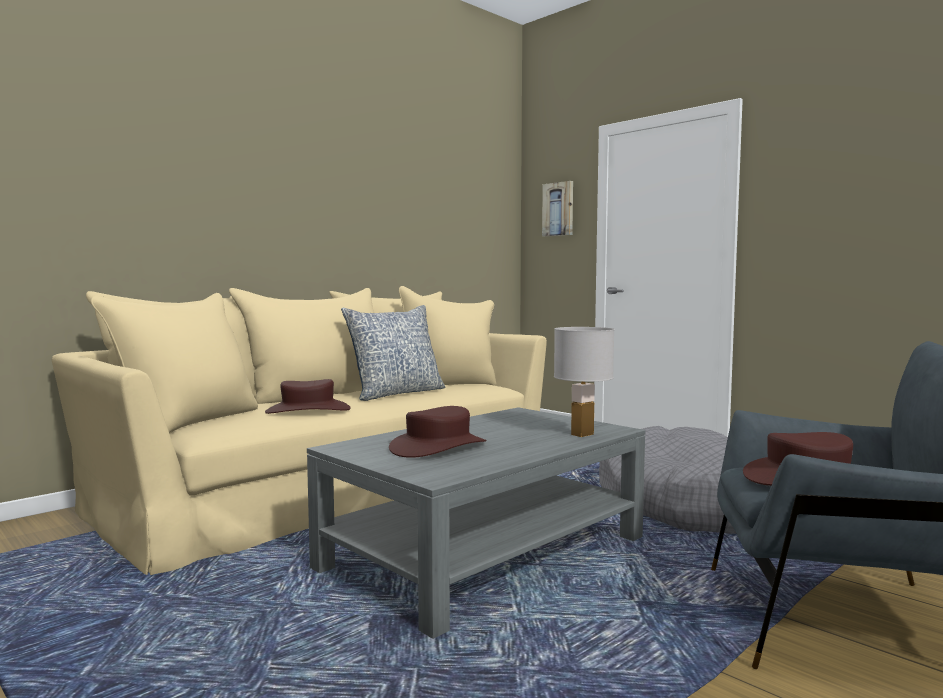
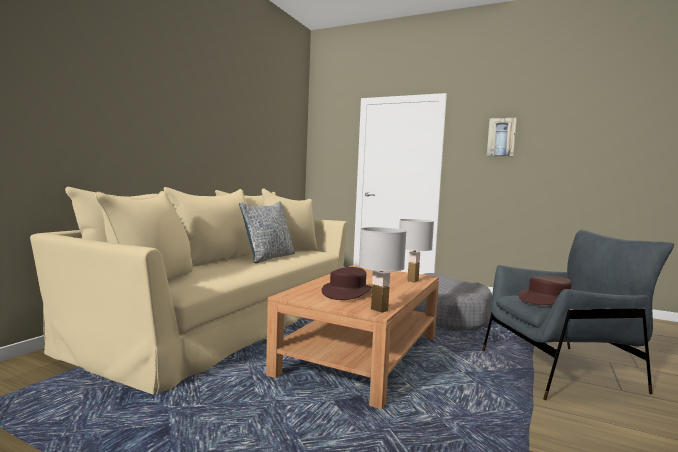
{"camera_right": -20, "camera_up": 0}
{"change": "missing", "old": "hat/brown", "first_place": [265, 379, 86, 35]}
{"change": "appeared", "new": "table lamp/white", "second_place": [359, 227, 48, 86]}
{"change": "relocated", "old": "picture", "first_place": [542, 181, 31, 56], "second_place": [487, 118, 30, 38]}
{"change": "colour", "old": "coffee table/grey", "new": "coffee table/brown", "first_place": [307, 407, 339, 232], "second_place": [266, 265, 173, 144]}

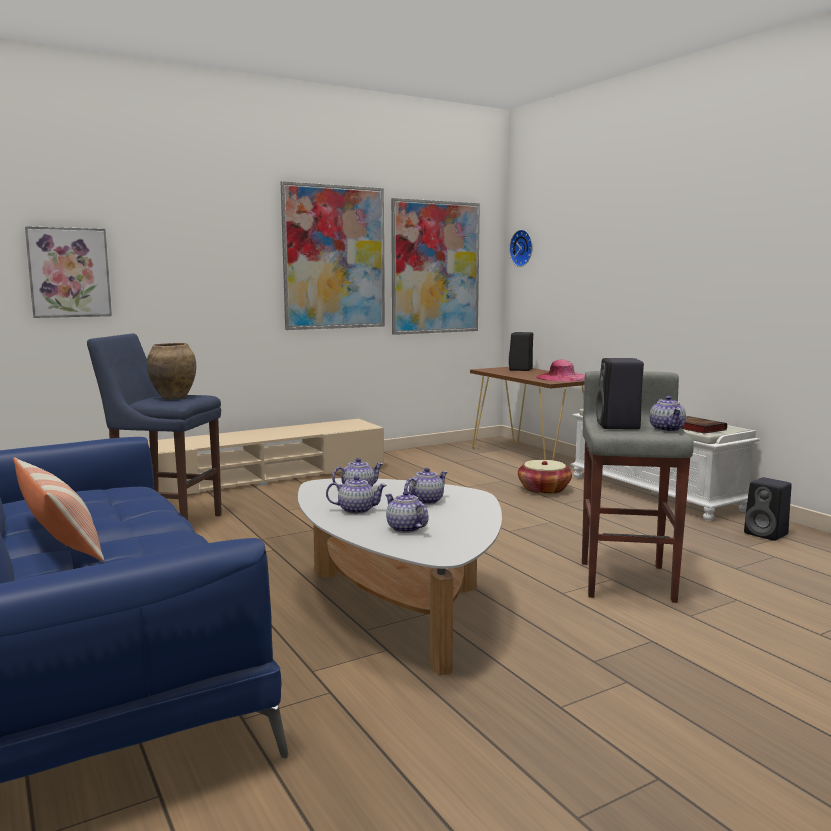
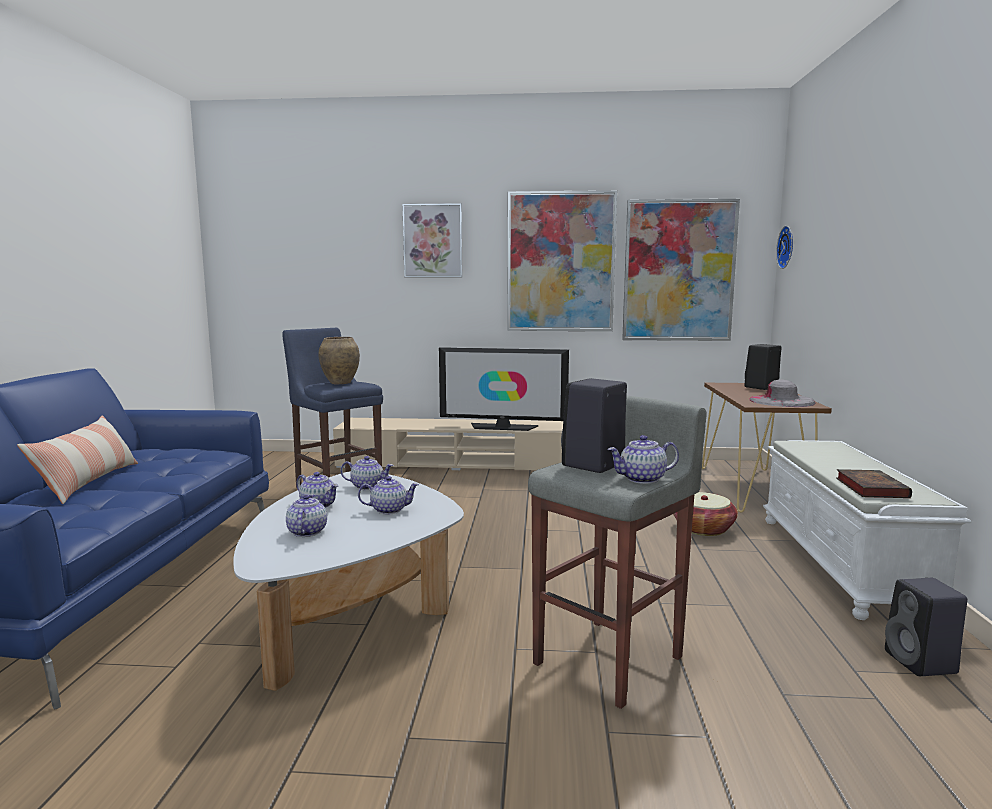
{"camera_right": 35, "camera_up": 0}
{"change": "appeared", "new": "television", "second_place": [439, 347, 130, 84]}
{"change": "relocated", "old": "picture", "first_place": [25, 226, 87, 92], "second_place": [402, 203, 60, 74]}
{"change": "colour", "old": "hat/pink", "new": "hat/grey", "first_place": [536, 359, 49, 22], "second_place": [749, 379, 66, 28]}
{"change": "spun", "old": "teapot", "first_place": [650, 396, 36, 36], "second_place": [608, 435, 71, 49], "degrees": 45}

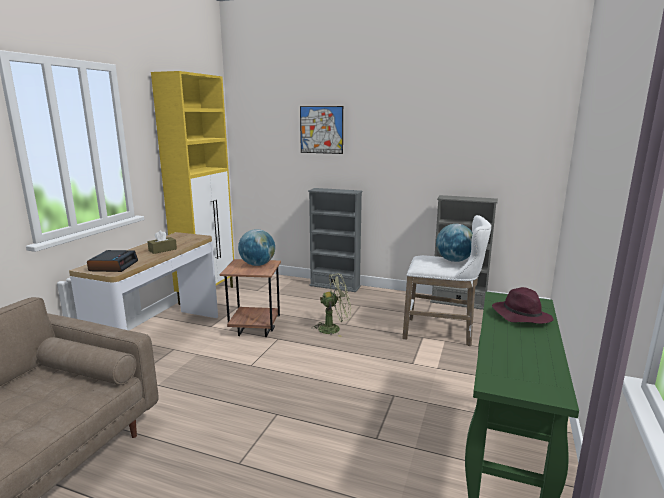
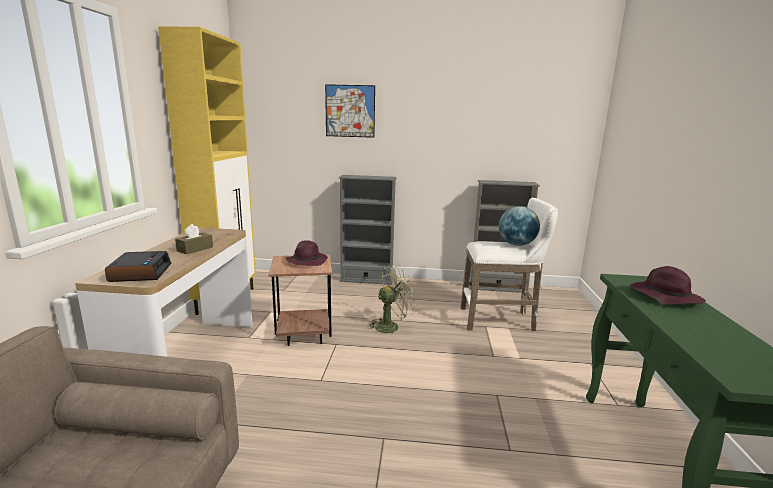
{"camera_right": -15, "camera_up": 0}
{"change": "exchanged", "old": "globe", "new": "hat/purple", "first_place": [238, 229, 37, 37], "second_place": [286, 240, 42, 26]}

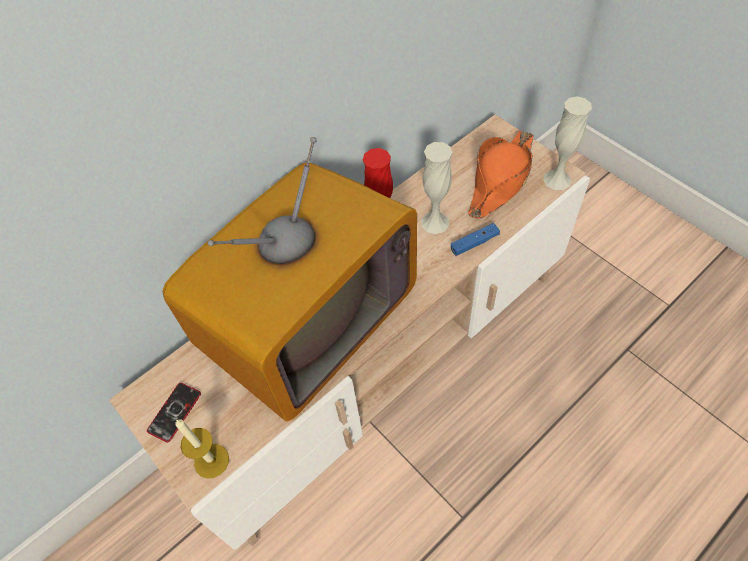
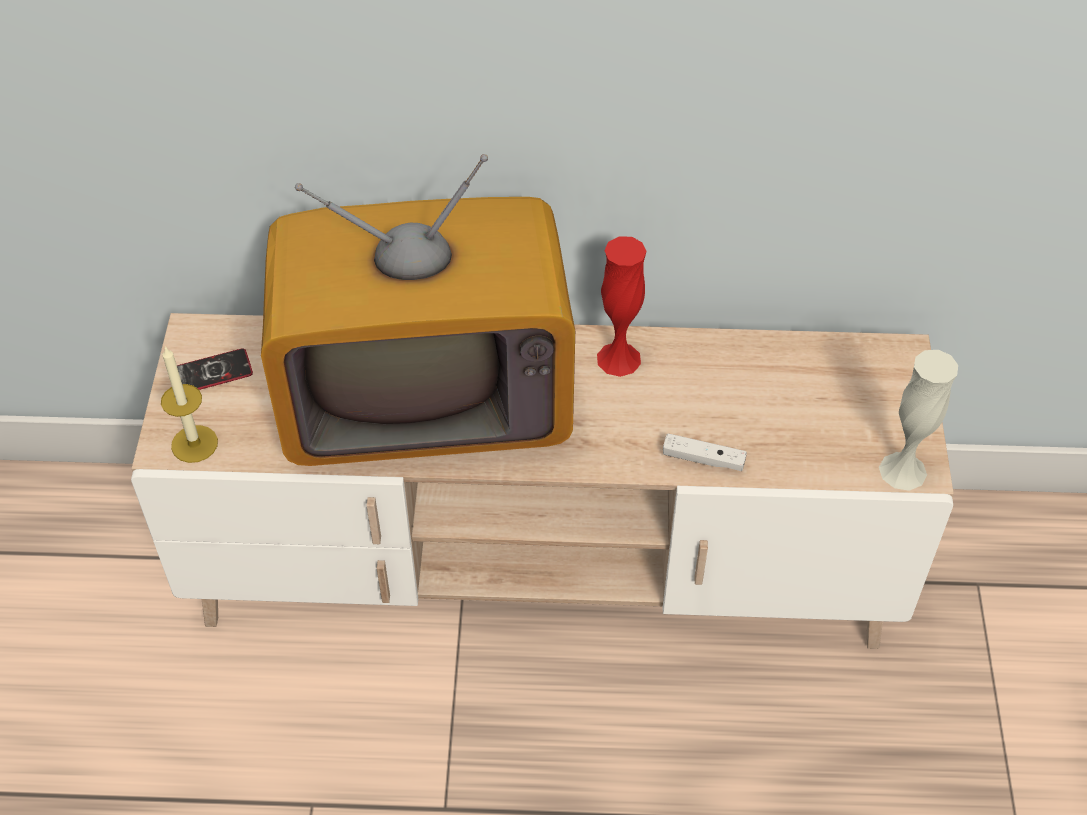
{"camera_right": 40, "camera_up": -5}
{"change": "missing", "old": "vase/white", "first_place": [421, 142, 32, 92]}
{"change": "missing", "old": "hat/orange", "first_place": [468, 131, 66, 88]}
{"change": "colour", "old": "game controller/blue", "new": "game controller/white", "first_place": [451, 223, 49, 33], "second_place": [663, 433, 84, 38]}

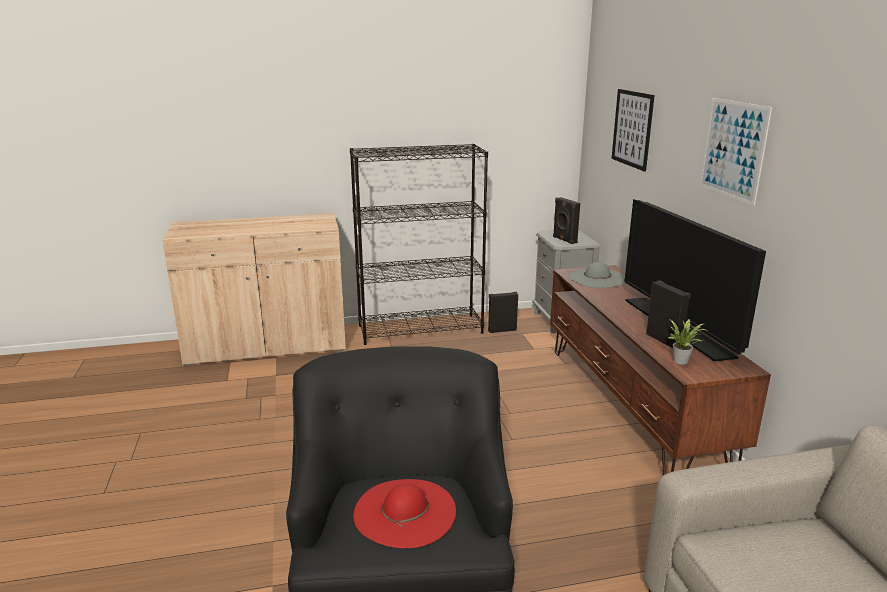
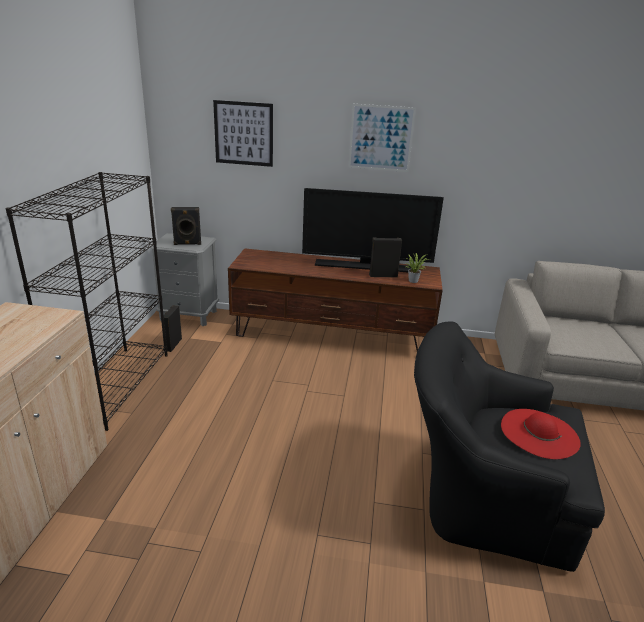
{"camera_right": -70, "camera_up": 5}
{"change": "missing", "old": "hat/grey", "first_place": [568, 262, 57, 26]}

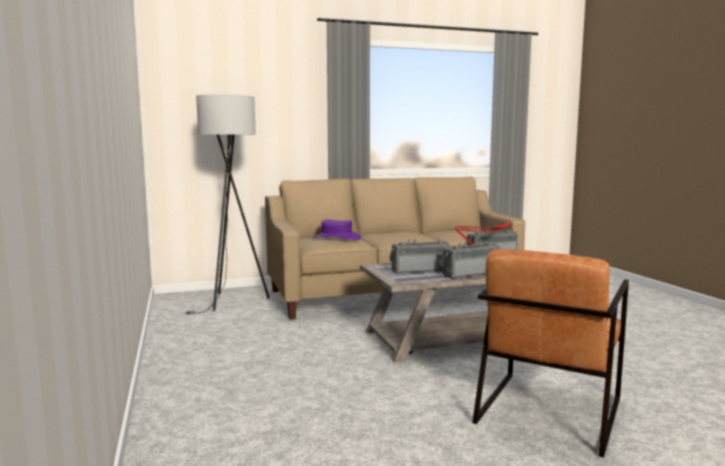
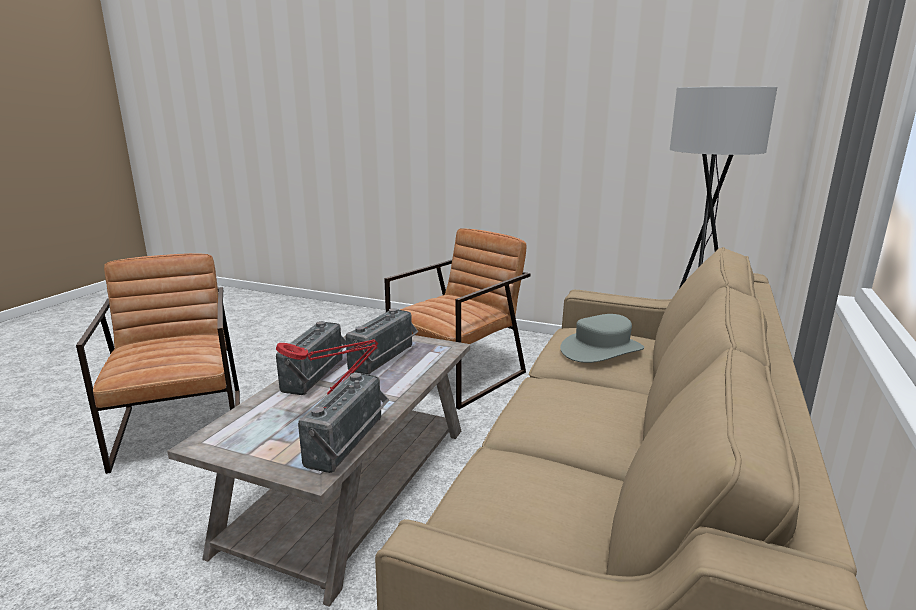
{"camera_right": 130, "camera_up": 10}
{"change": "appeared", "new": "armchair/brown", "second_place": [384, 228, 147, 181]}
{"change": "colour", "old": "hat/purple", "new": "hat/grey", "first_place": [313, 220, 48, 20], "second_place": [560, 314, 84, 49]}

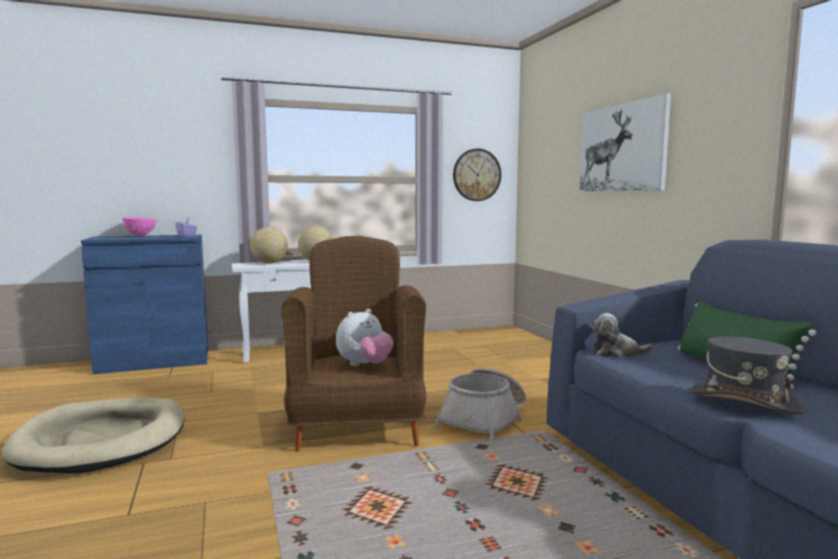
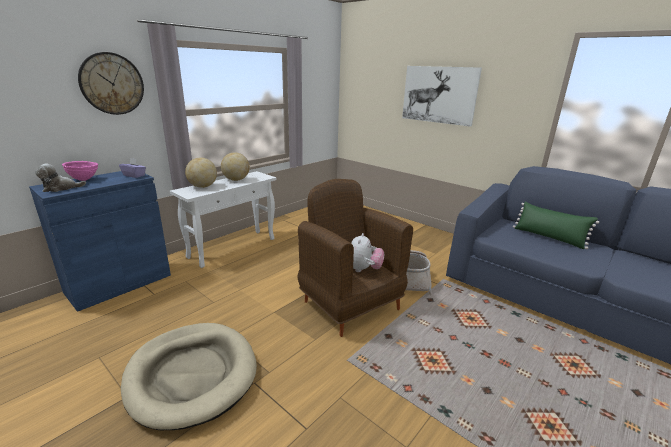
{"camera_right": -30, "camera_up": 15}
{"change": "missing", "old": "hat/grey", "first_place": [689, 337, 115, 77]}
{"change": "relocated", "old": "wall clock", "first_place": [453, 149, 48, 52], "second_place": [78, 52, 66, 63]}
{"change": "relocated", "old": "plush toy", "first_place": [591, 313, 62, 44], "second_place": [35, 164, 51, 28]}

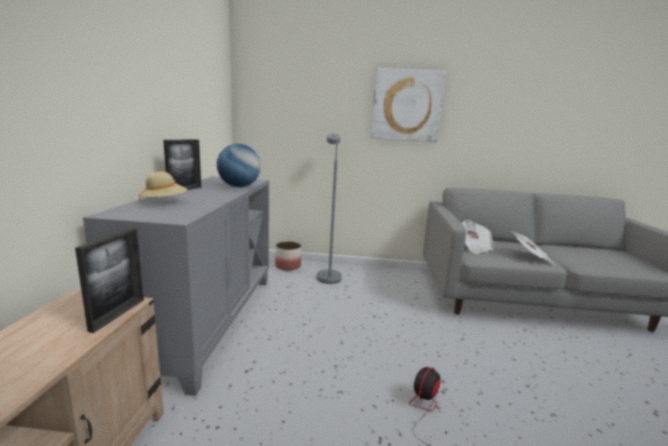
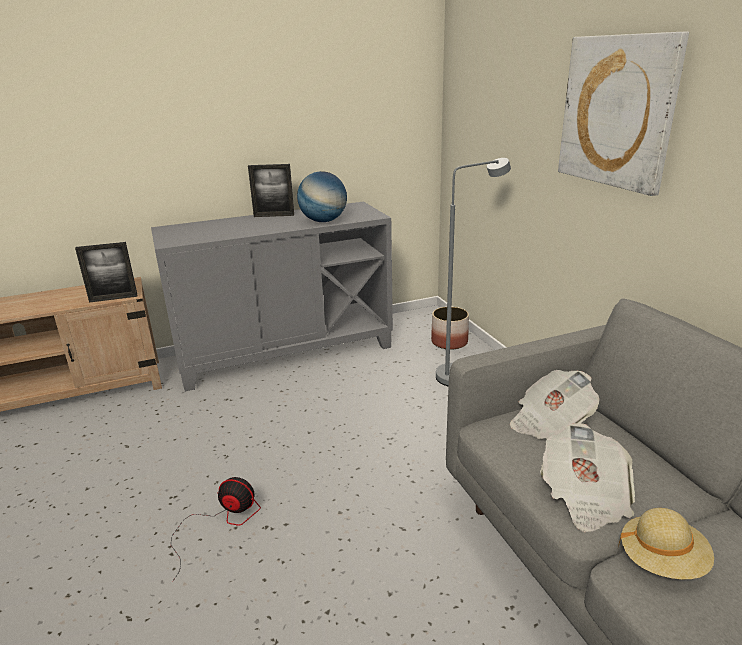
{"camera_right": 65, "camera_up": 10}
{"change": "relocated", "old": "hat/beige", "first_place": [139, 172, 48, 30], "second_place": [618, 508, 96, 71]}

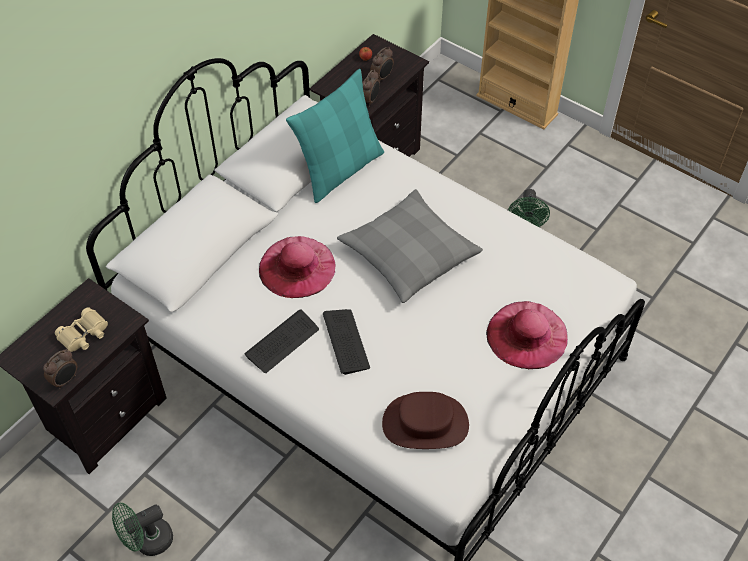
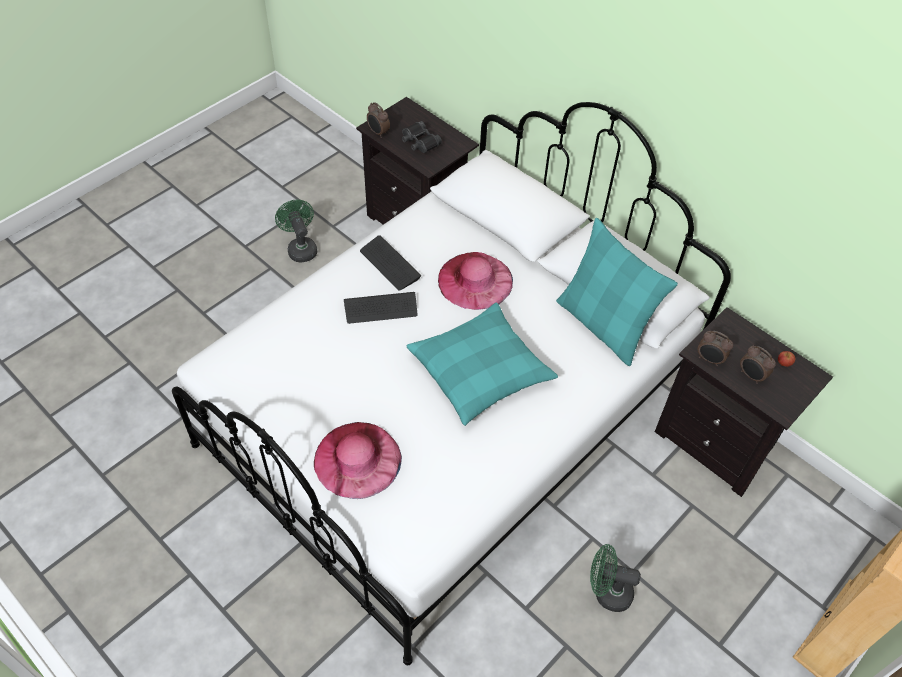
{"camera_right": 95, "camera_up": 0}
{"change": "missing", "old": "hat/brown", "first_place": [382, 392, 87, 57]}
{"change": "colour", "old": "binoculars/beige", "new": "binoculars/black", "first_place": [55, 307, 53, 45], "second_place": [402, 121, 40, 32]}
{"change": "colour", "old": "pillow/grey", "new": "pillow/turquoise", "first_place": [337, 189, 146, 114], "second_place": [407, 302, 151, 124]}

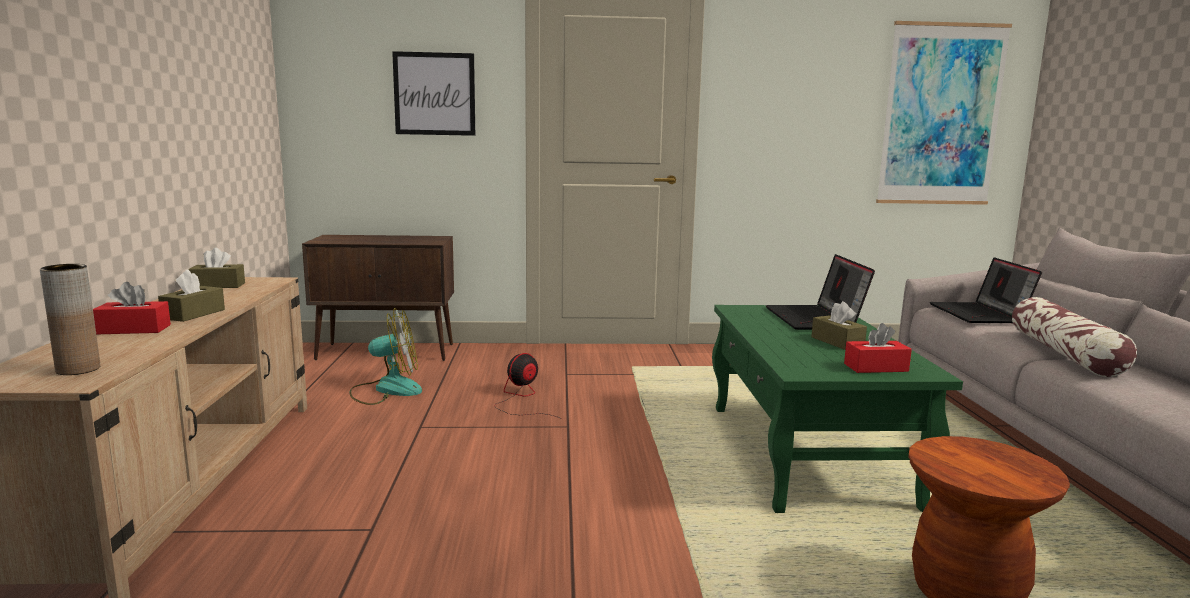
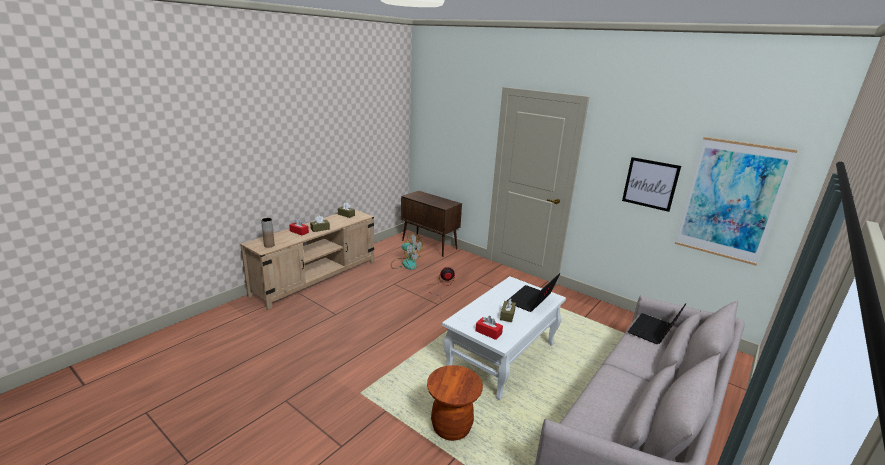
{"camera_right": 40, "camera_up": 10}
{"change": "missing", "old": "pillow", "first_place": [1012, 297, 125, 80]}
{"change": "relocated", "old": "picture", "first_place": [392, 51, 83, 85], "second_place": [622, 157, 59, 55]}
{"change": "colour", "old": "coffee table/green", "new": "coffee table/white", "first_place": [712, 305, 251, 208], "second_place": [442, 276, 124, 124]}

